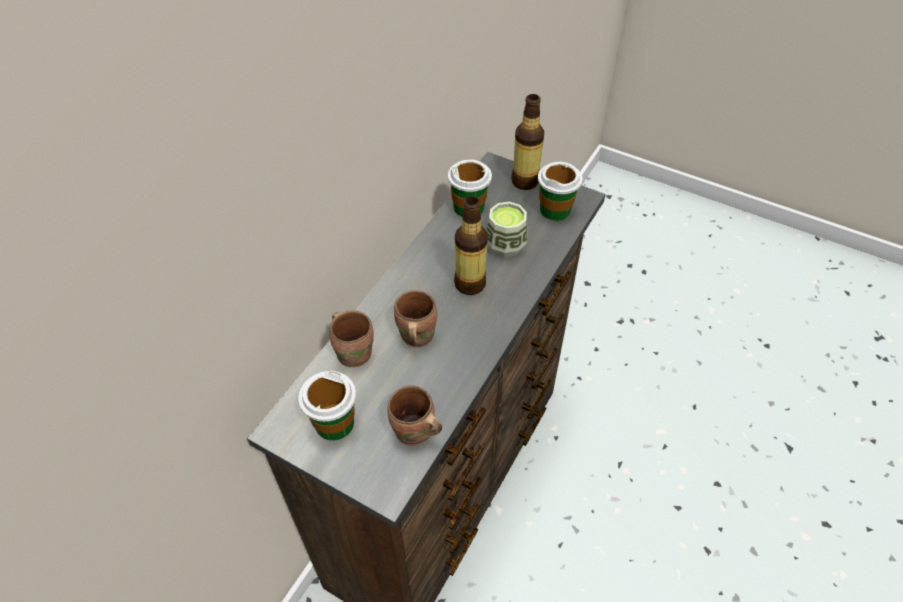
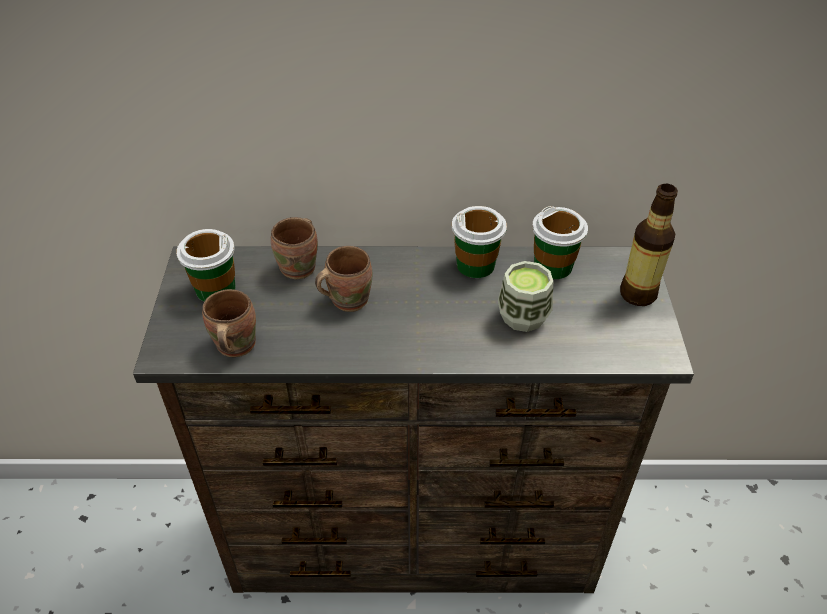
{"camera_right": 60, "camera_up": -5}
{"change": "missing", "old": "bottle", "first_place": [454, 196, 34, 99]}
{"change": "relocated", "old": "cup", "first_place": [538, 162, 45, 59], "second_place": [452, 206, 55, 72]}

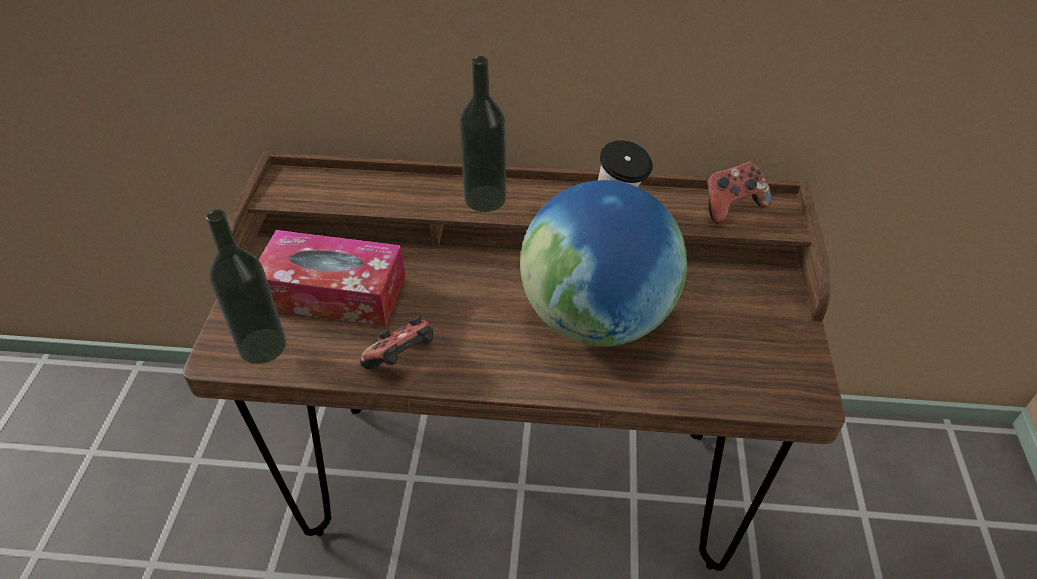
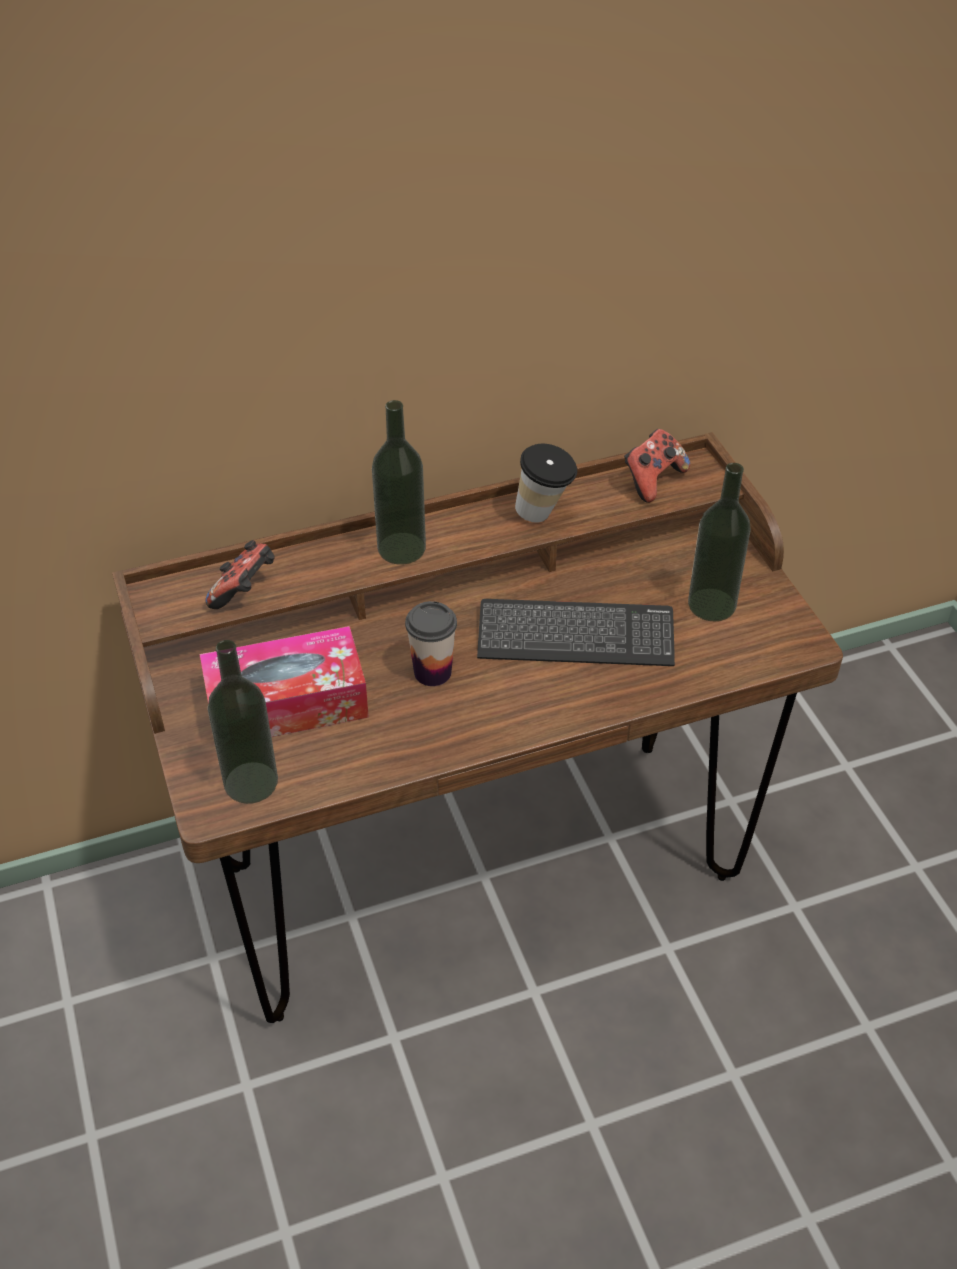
{"camera_right": -25, "camera_up": 0}
{"change": "appeared", "new": "cup", "second_place": [405, 601, 52, 85]}
{"change": "appeared", "new": "bottle", "second_place": [688, 463, 62, 158]}
{"change": "relocated", "old": "game controller", "first_place": [359, 316, 74, 53], "second_place": [205, 540, 70, 69]}
{"change": "exchanged", "old": "globe", "new": "keyboard", "first_place": [520, 180, 167, 166], "second_place": [477, 599, 198, 67]}

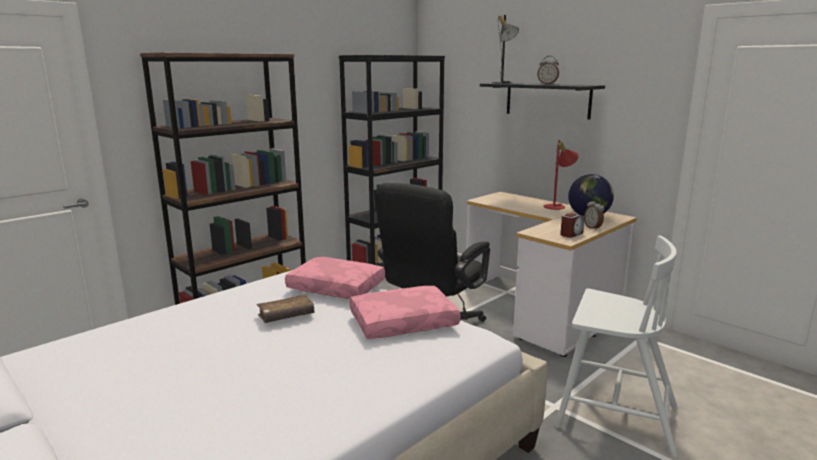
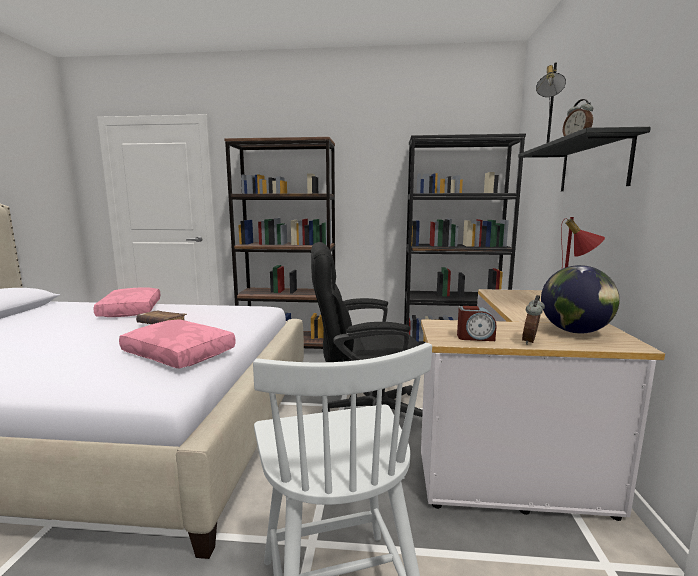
{"camera_right": 50, "camera_up": -5}
{"change": "relocated", "old": "pillow/pink", "first_place": [285, 257, 100, 42], "second_place": [93, 287, 67, 30]}

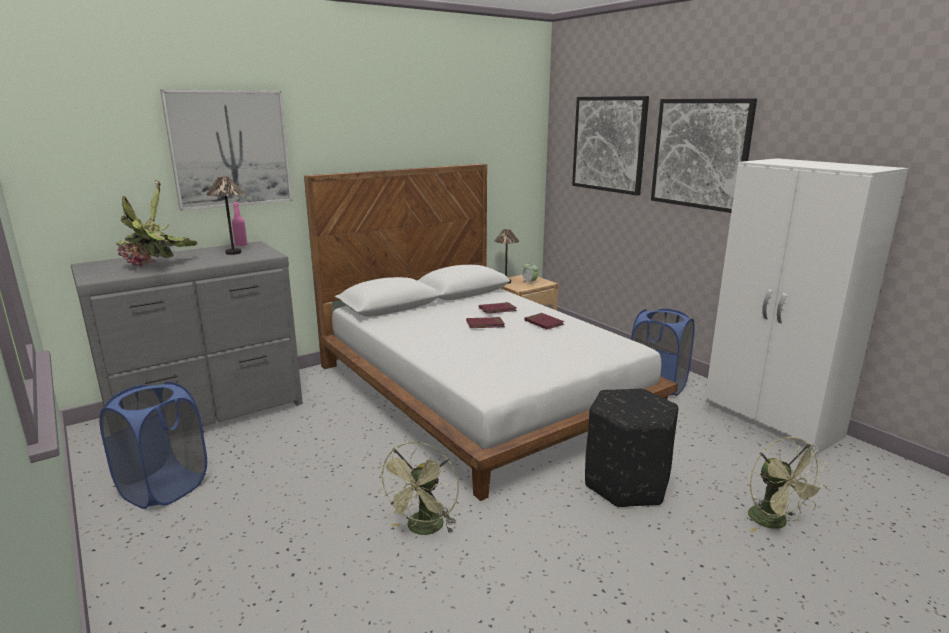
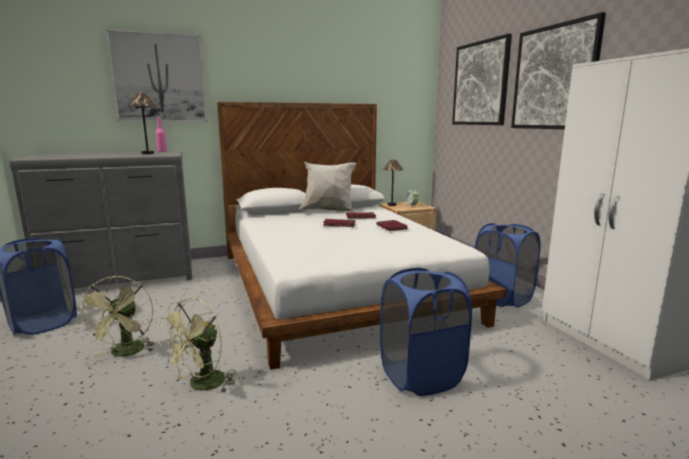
{"camera_right": 15, "camera_up": -5}
{"change": "missing", "old": "potted plant", "first_place": [116, 180, 81, 87]}
{"change": "appeared", "new": "pillow/white", "second_place": [299, 162, 57, 50]}
{"change": "relocated", "old": "fan/green", "first_place": [748, 437, 81, 96], "second_place": [77, 276, 78, 81]}
{"change": "exchanged", "old": "ottoman/black", "new": "laundry basket/blue", "first_place": [585, 389, 93, 118], "second_place": [380, 267, 92, 129]}

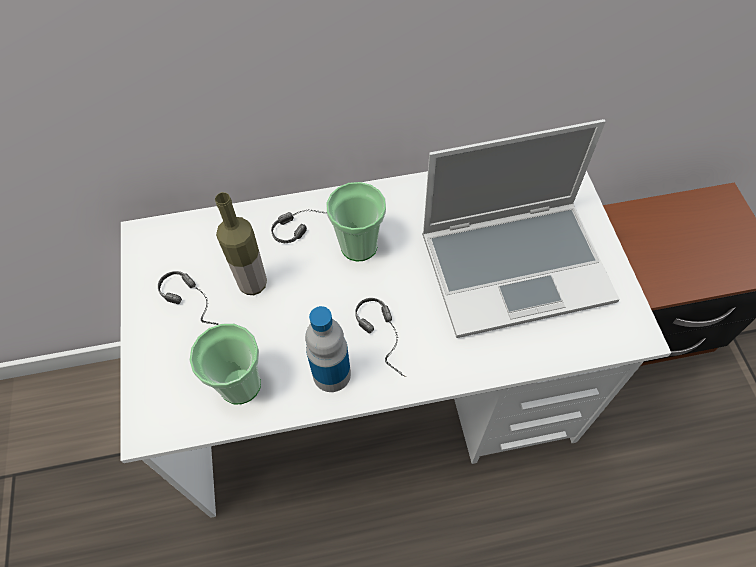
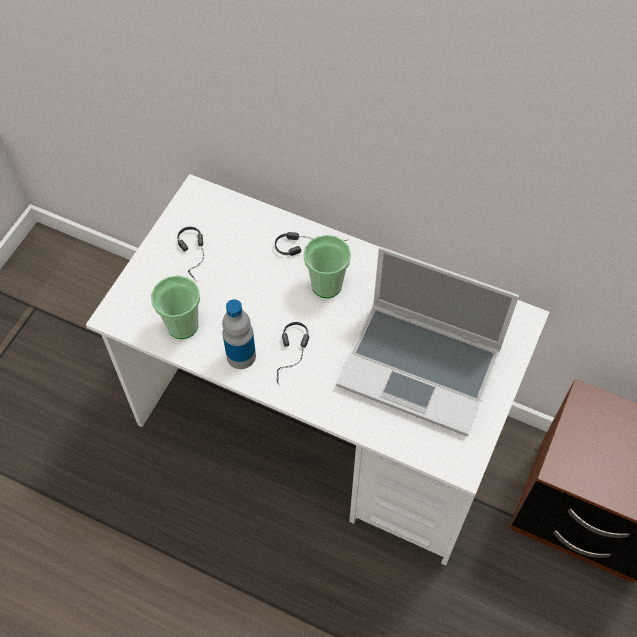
{"camera_right": 35, "camera_up": 0}
{"change": "missing", "old": "bottle", "first_place": [215, 192, 52, 103]}

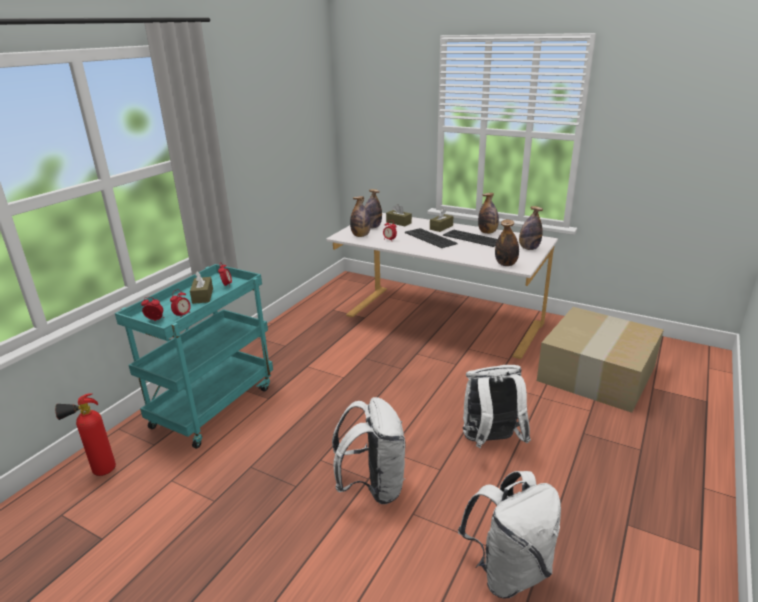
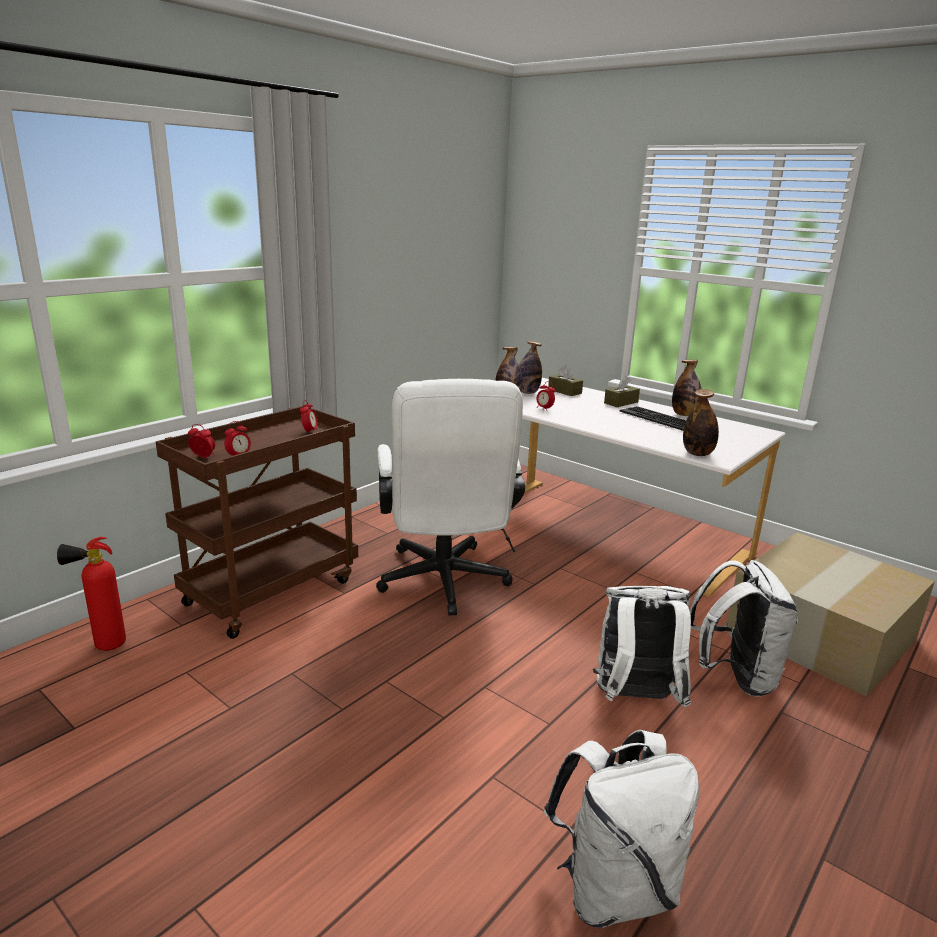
{"camera_right": 10, "camera_up": -5}
{"change": "missing", "old": "tissue box/brown", "first_place": [190, 272, 23, 32]}
{"change": "missing", "old": "keyboard", "first_place": [405, 228, 52, 20]}
{"change": "missing", "old": "bottle", "first_place": [519, 206, 24, 44]}
{"change": "appeared", "new": "office chair/white", "second_place": [376, 379, 149, 237]}
{"change": "relocated", "old": "backpack/white", "first_place": [332, 397, 74, 107], "second_place": [690, 560, 108, 137]}
{"change": "colour", "old": "cart/turquoise", "new": "cart/brown", "first_place": [115, 264, 158, 185], "second_place": [156, 406, 202, 233]}

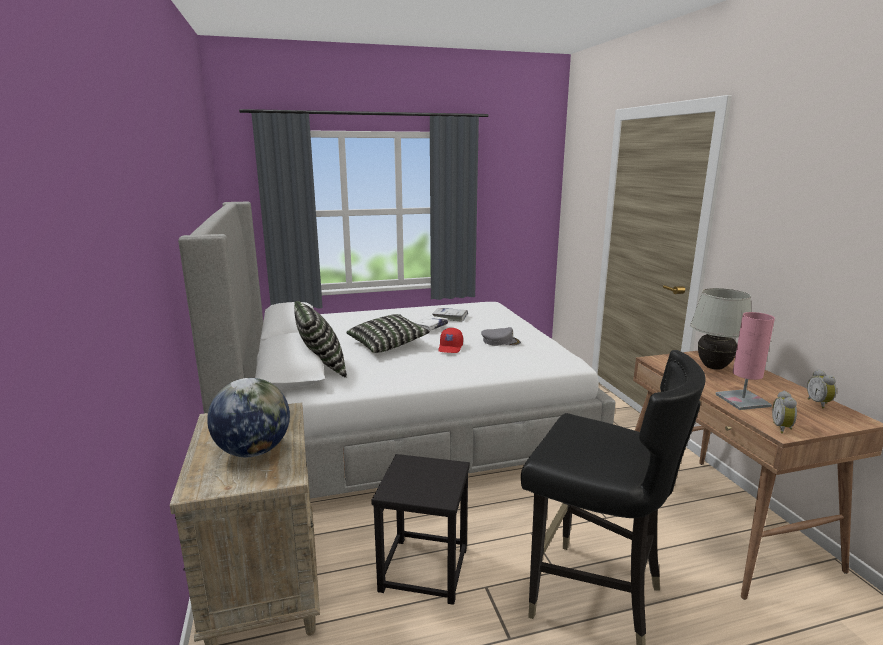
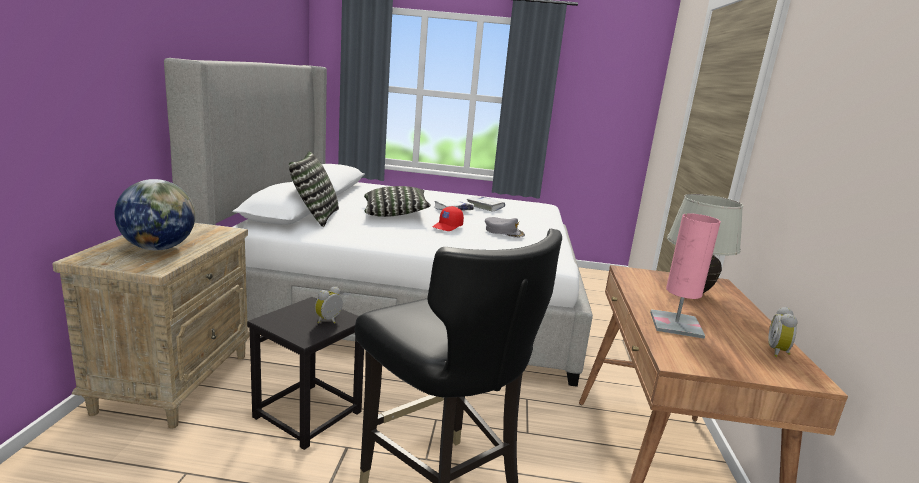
{"camera_right": 20, "camera_up": 0}
{"change": "relocated", "old": "alarm clock", "first_place": [772, 391, 25, 43], "second_place": [315, 286, 28, 38]}

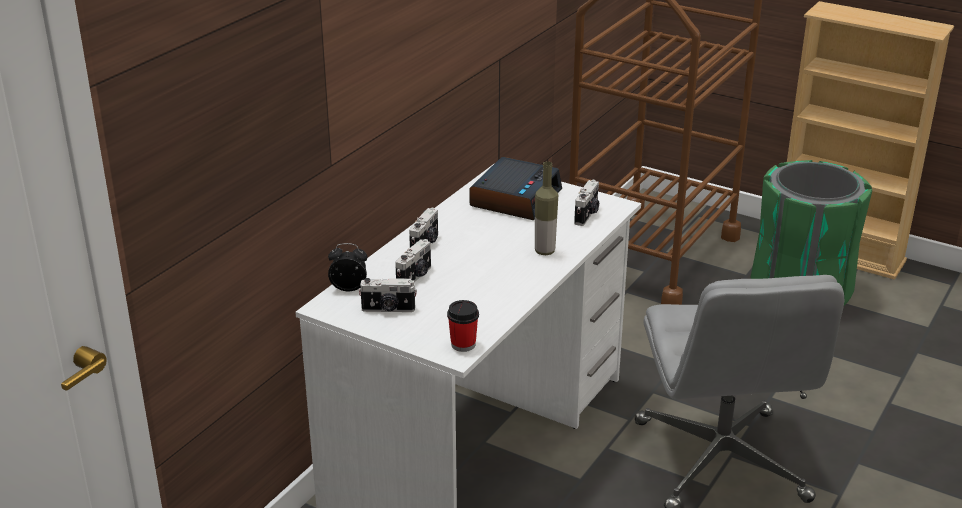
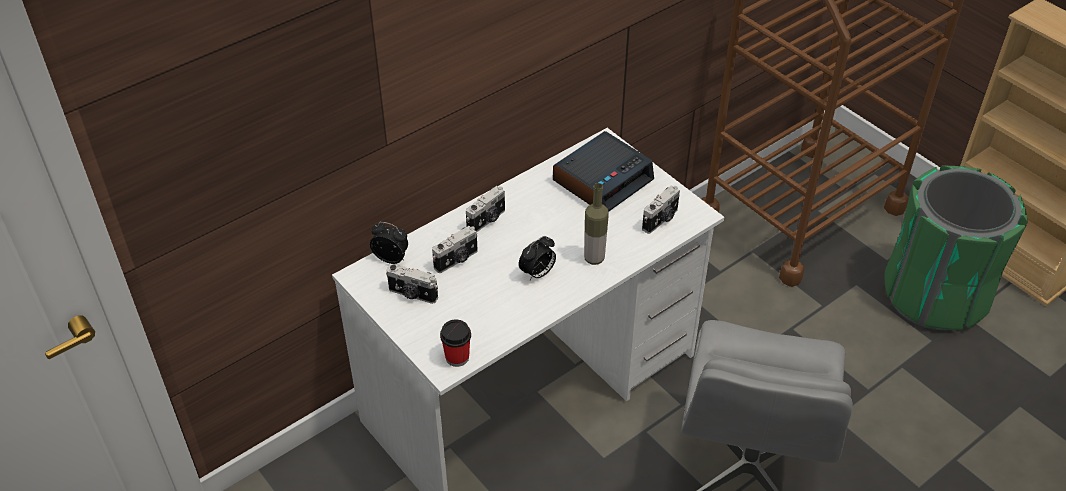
{"camera_right": 20, "camera_up": 15}
{"change": "appeared", "new": "alarm clock", "second_place": [519, 236, 37, 44]}

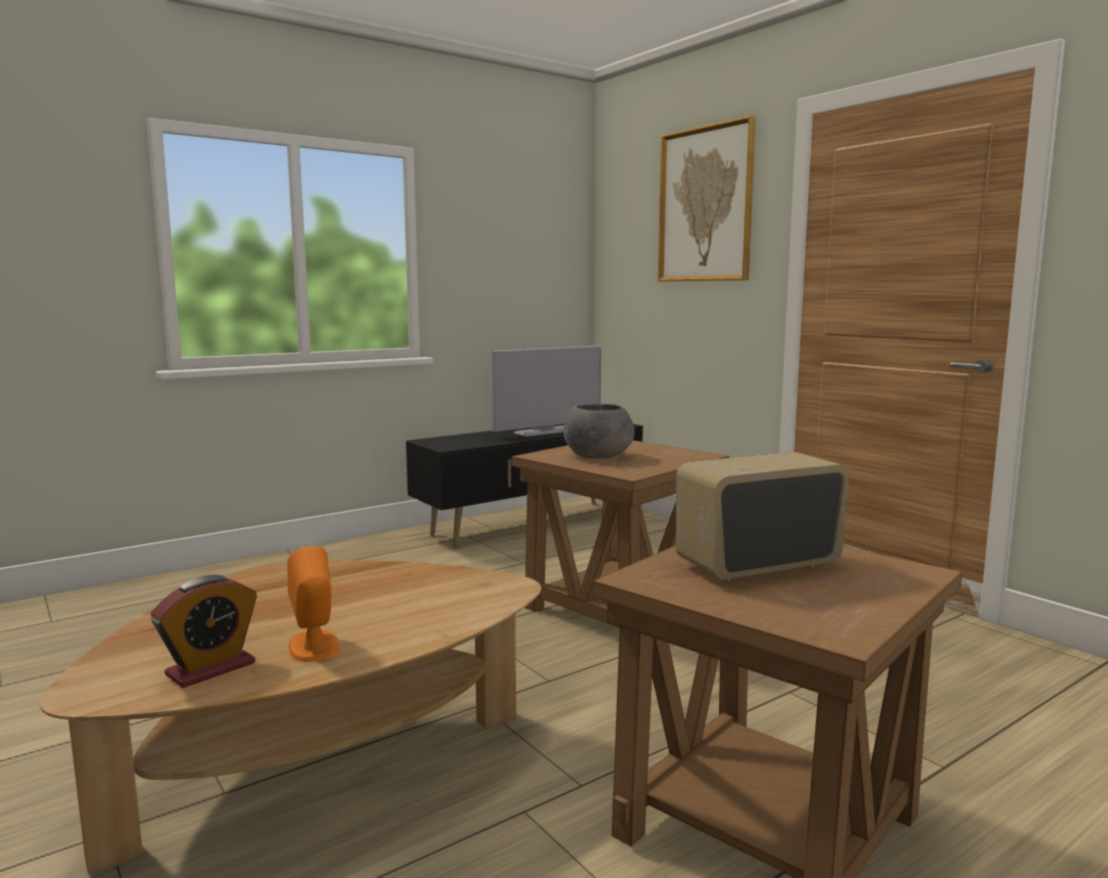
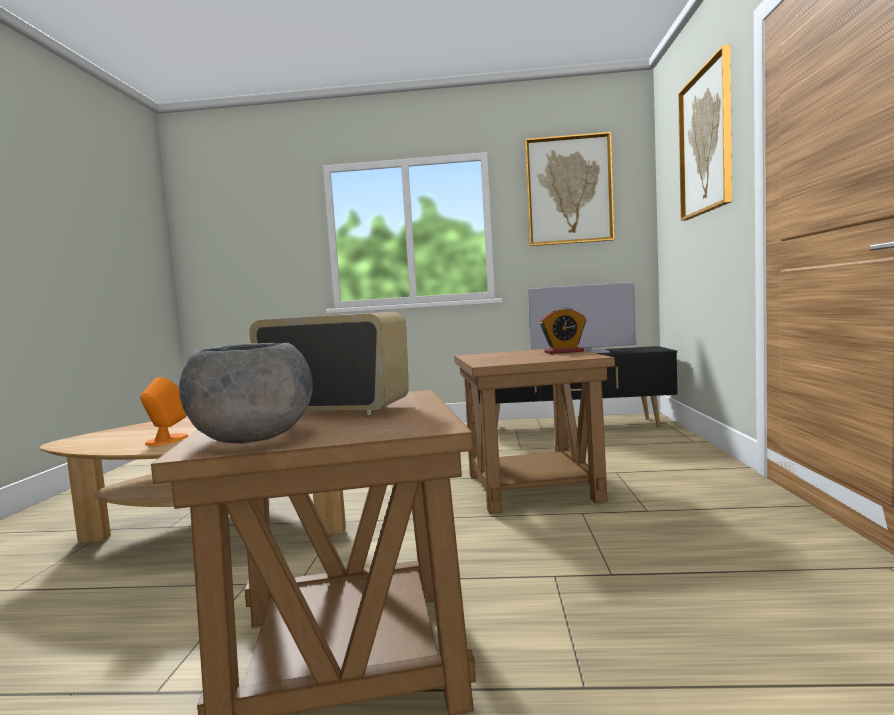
{"camera_right": 40, "camera_up": -5}
{"change": "appeared", "new": "picture", "second_place": [525, 132, 89, 114]}
{"change": "relocated", "old": "alarm clock", "first_place": [151, 575, 106, 113], "second_place": [540, 307, 46, 47]}
{"change": "relocated", "old": "bowl/grey", "first_place": [563, 404, 72, 55], "second_place": [179, 343, 134, 100]}

